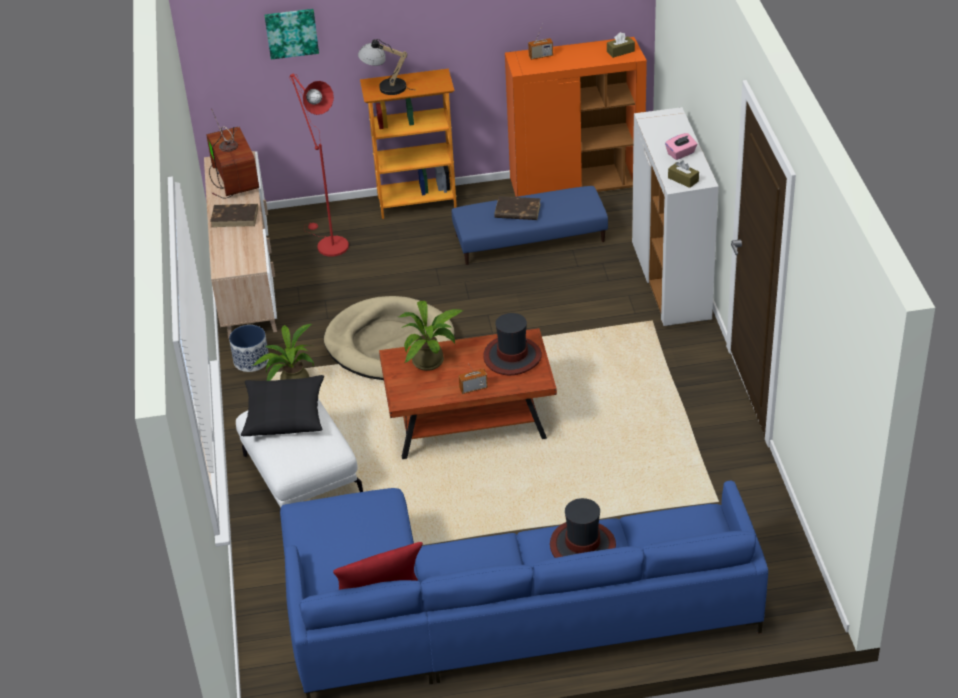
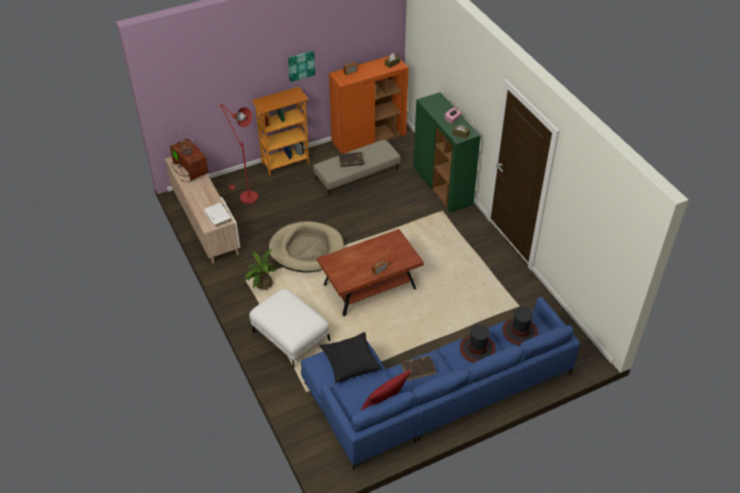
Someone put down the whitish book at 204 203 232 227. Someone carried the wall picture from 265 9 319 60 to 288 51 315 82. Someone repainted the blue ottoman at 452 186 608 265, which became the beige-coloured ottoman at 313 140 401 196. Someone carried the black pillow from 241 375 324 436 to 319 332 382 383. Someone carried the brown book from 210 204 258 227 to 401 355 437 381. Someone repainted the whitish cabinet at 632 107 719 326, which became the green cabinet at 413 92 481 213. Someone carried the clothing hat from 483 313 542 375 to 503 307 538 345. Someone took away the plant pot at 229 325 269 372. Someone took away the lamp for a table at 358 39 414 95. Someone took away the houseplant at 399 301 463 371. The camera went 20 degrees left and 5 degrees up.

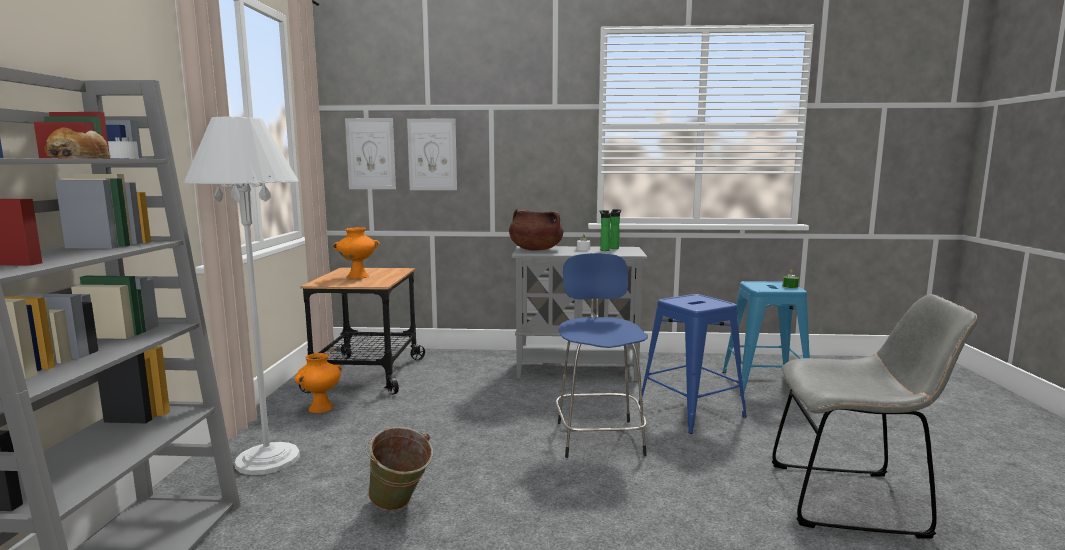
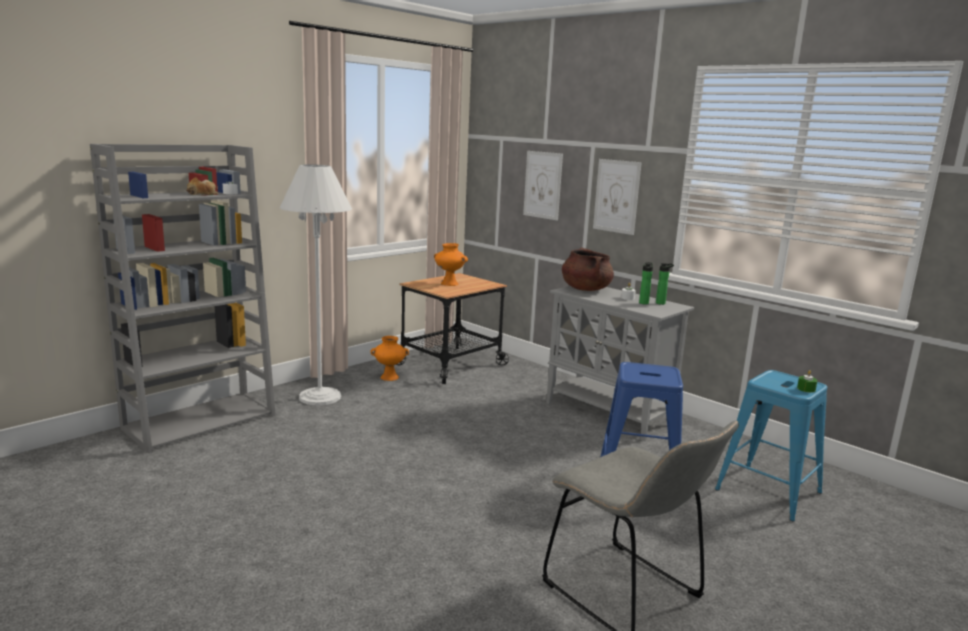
Someone carried the wall picture from 345 118 396 189 to 593 159 642 235. Someone took away the green water bucket at 365 427 433 511. Someone took away the blue stool seat at 555 253 648 458. The camera went 40 degrees right and 5 degrees up.

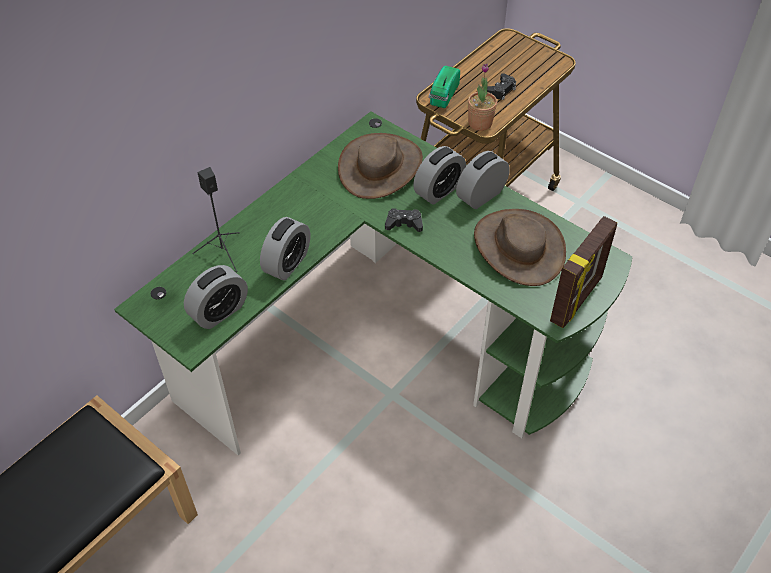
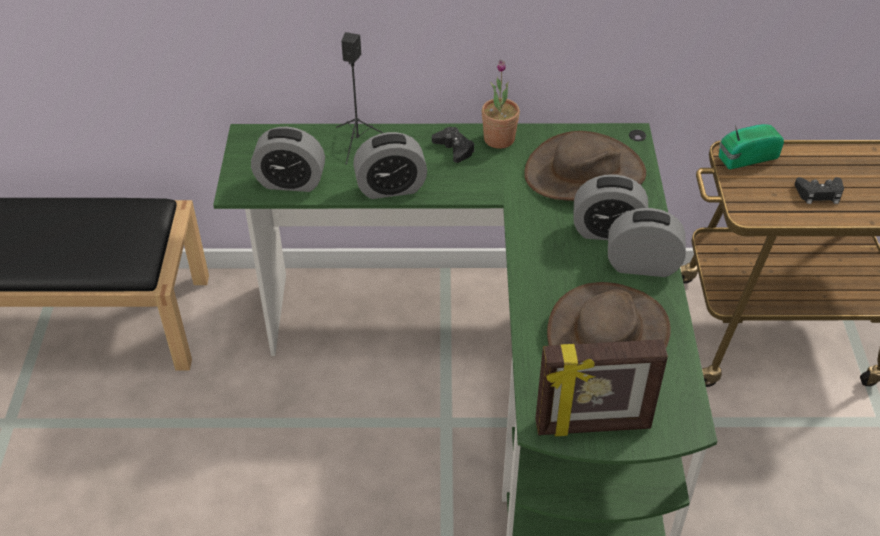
Someone carried the black joypad from 385 208 423 232 to 432 127 475 163. Someone carried the houseplant from 468 63 497 131 to 482 60 520 149. The camera went 50 degrees right and 5 degrees down.

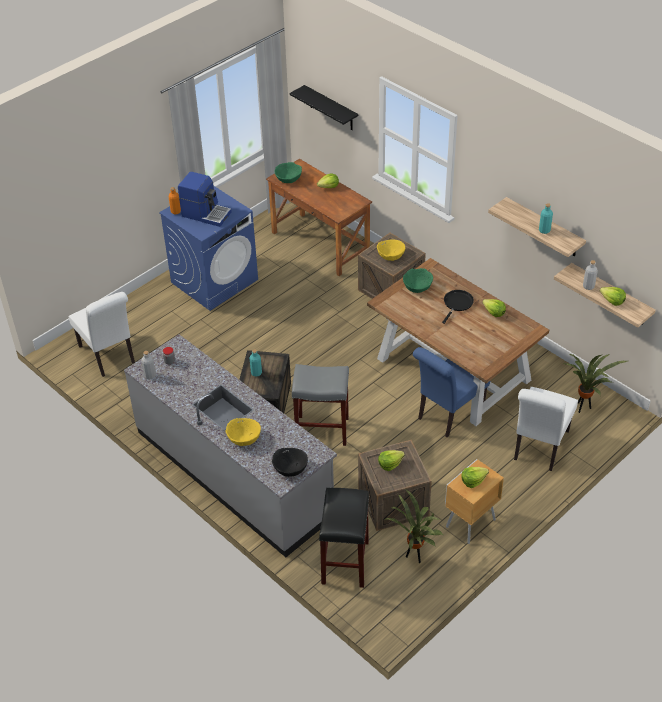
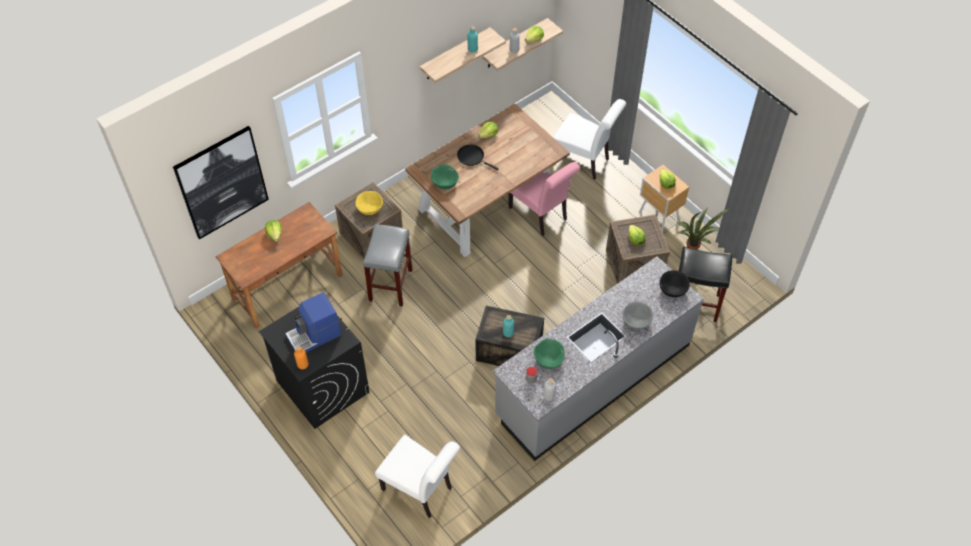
Someone swapped the black bracket shelf at 290 85 358 130 for the wall picture at 173 126 269 239. Someone repainted the blue washing machine at 159 186 258 311, which became the black washing machine at 259 307 370 429. Someone rotated the coffee machine at 178 172 232 227 by 150 degrees counterclockwise. Someone carried the grey stool seat from 292 364 349 446 to 363 224 412 306. Someone rotated the whitish upright chair at 68 292 135 377 by 60 degrees clockwise. Someone repainted the blue upright chair at 413 347 490 437, which became the pink-coloured upright chair at 508 162 580 236. Someone carried the green deep dish from 275 162 302 183 to 534 339 565 369. Someone repainted the yellow-coloured deep dish at 226 418 261 446, which became the grey deep dish at 622 302 653 330. Someone took away the houseplant at 562 354 627 413. The camera went 85 degrees left and 10 degrees up.

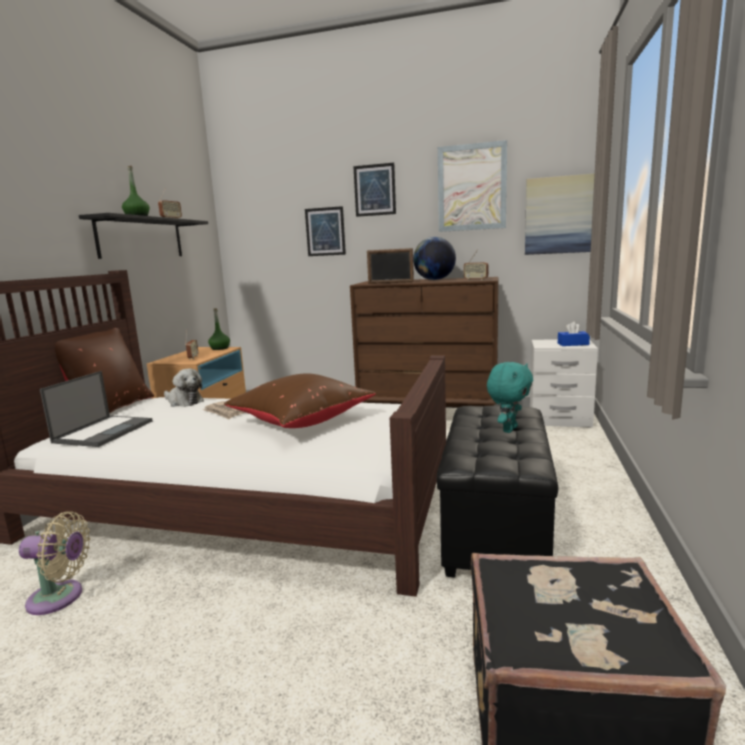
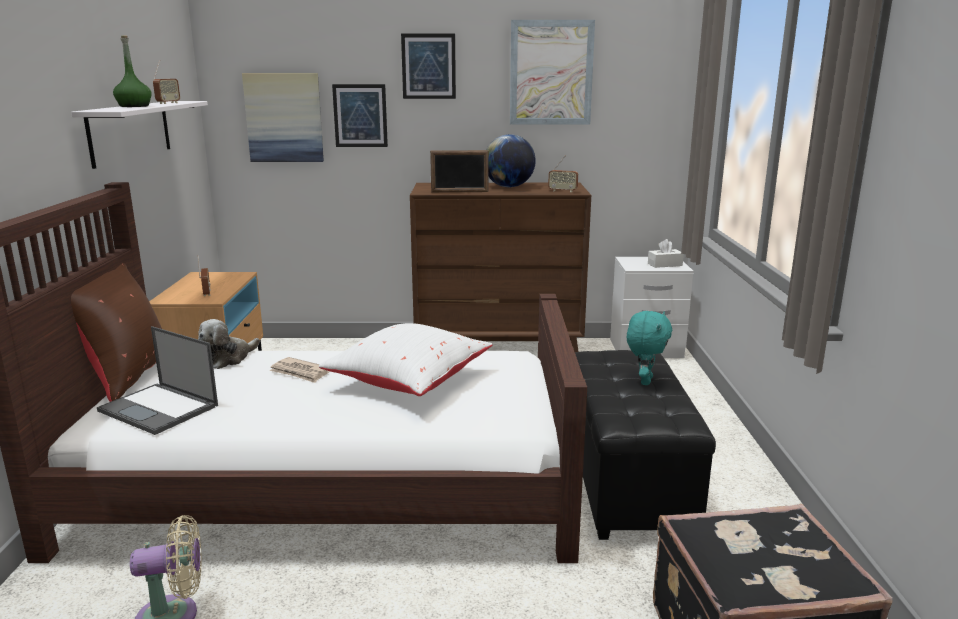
Someone repainted the black bracket shelf at 79 213 208 259, which became the whitish bracket shelf at 71 101 208 169. Someone rotated the laptop at 40 371 153 447 by 120 degrees clockwise. Someone rotated the soft toy at 164 368 204 407 by 105 degrees clockwise. Someone carried the wall picture from 525 174 595 255 to 242 73 324 162. Someone repainted the brown pillow at 224 373 376 428, which became the whitish pillow at 319 323 492 396. Someone repainted the blue tissue box at 558 322 590 346, which became the whitish tissue box at 648 239 684 268. Someone took away the green bottle at 208 308 230 350. The camera went 15 degrees left and 5 degrees up.

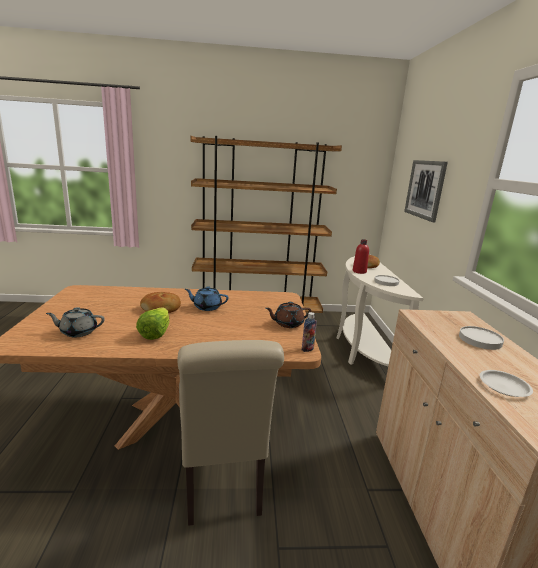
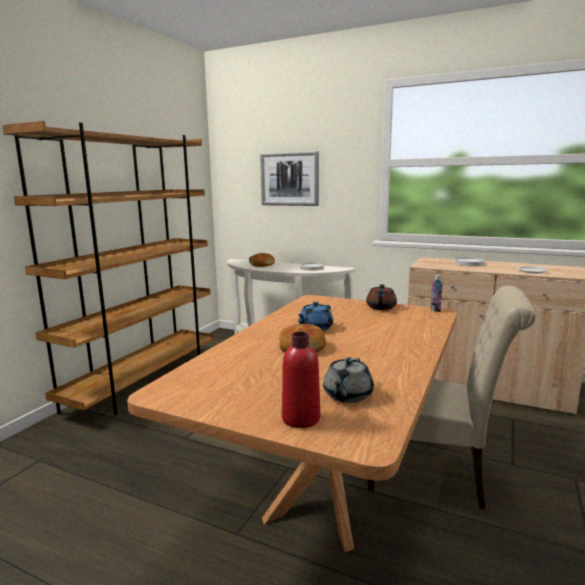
Someone carried the red bottle from 353 239 369 274 to 282 332 320 428. Someone took away the lettuce at 136 307 169 340. The camera went 60 degrees left and 5 degrees down.

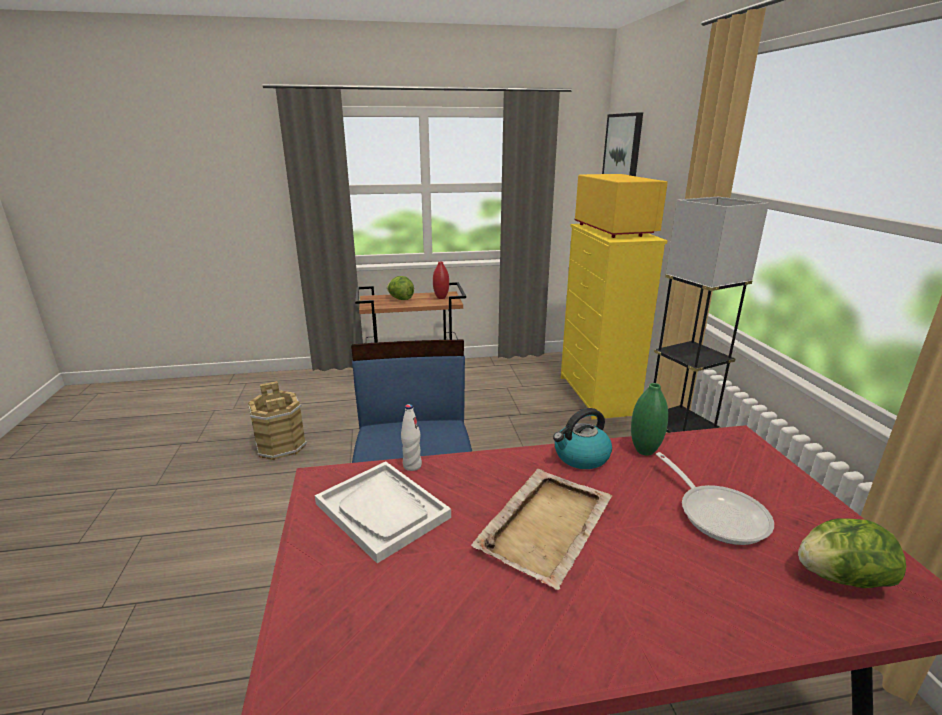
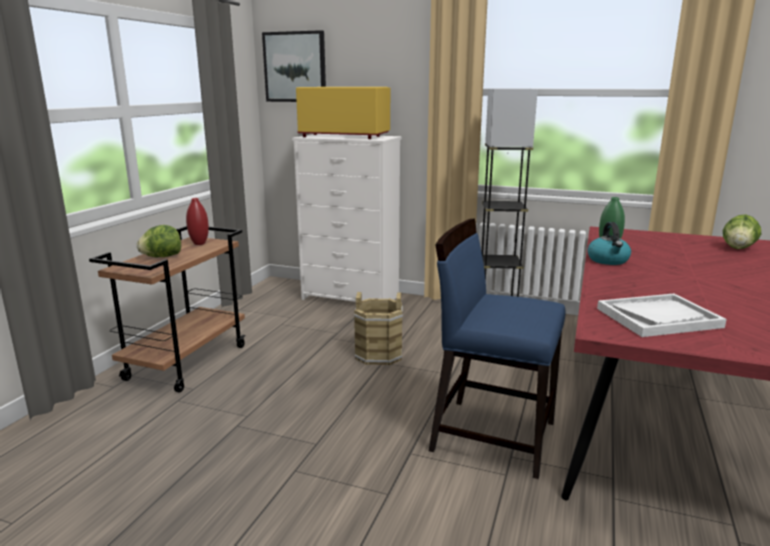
Someone repainted the yellow-coloured chest of drawers at 561 224 667 419, which became the whitish chest of drawers at 292 134 401 302. Someone carried the brown water bucket from 248 381 307 460 to 354 292 403 365. Someone took away the whitish bottle at 401 404 422 471. Someone took away the beige-coloured tray at 471 469 612 590. Someone took away the skillet at 656 452 774 545. The camera went 60 degrees left and 5 degrees down.

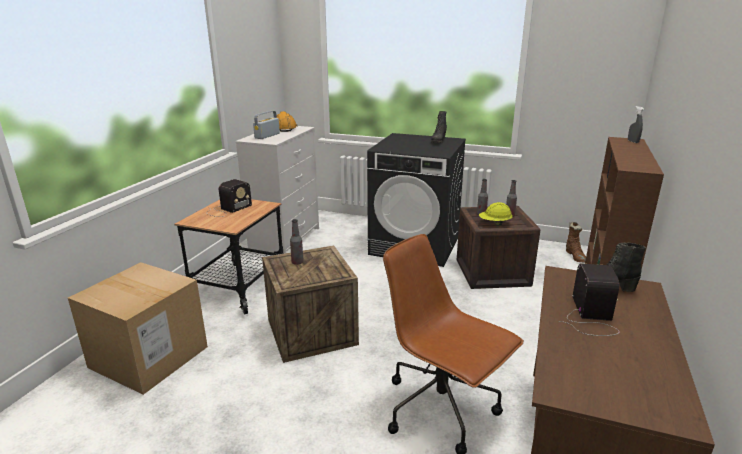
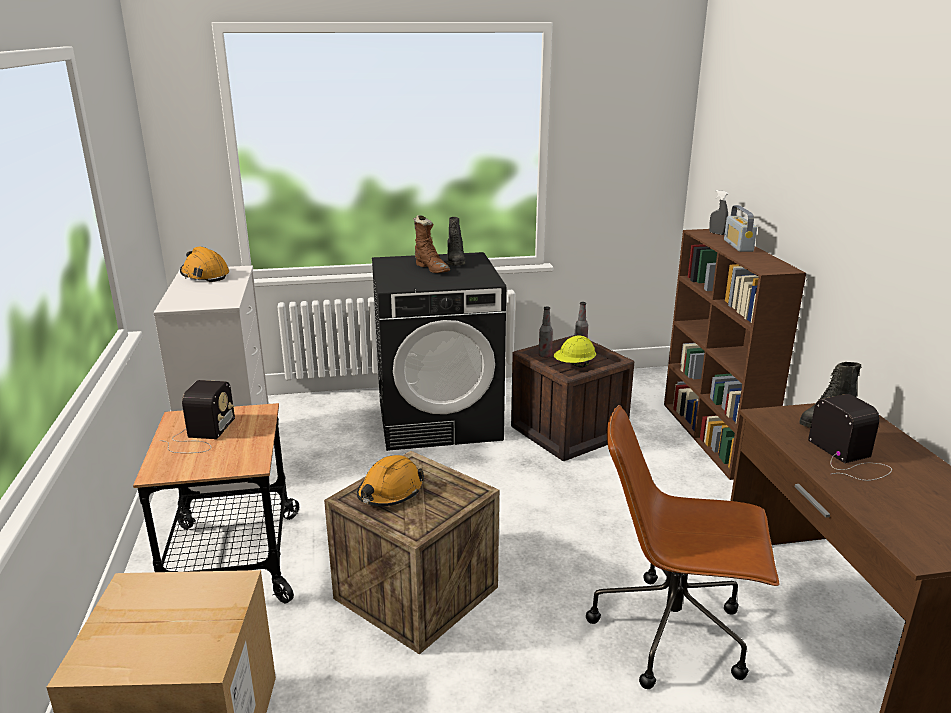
Someone swapped the bottle at 290 219 304 265 for the orange-coloured safety helmet at 357 455 424 506. Someone carried the brown tall boot from 566 222 586 262 to 413 215 450 273. Someone carried the radio set from 253 111 280 139 to 724 205 757 252. The camera went 30 degrees left and 0 degrees up.

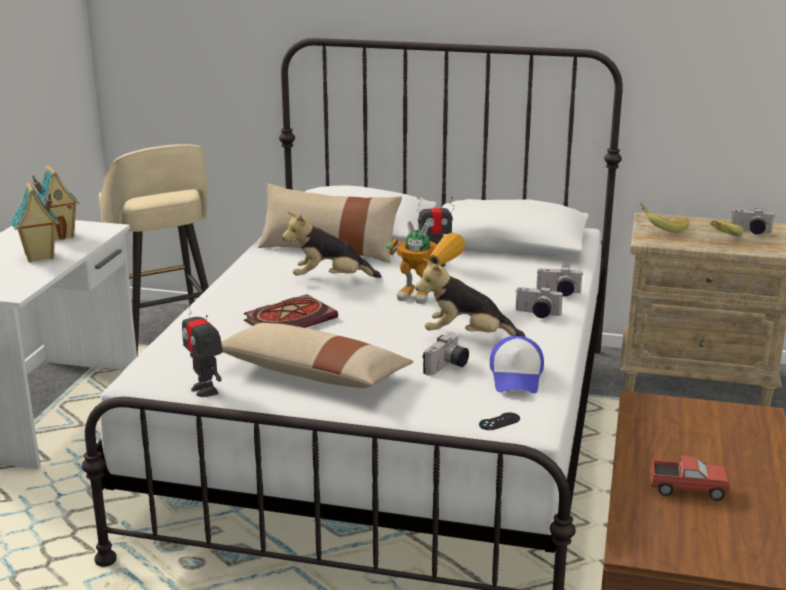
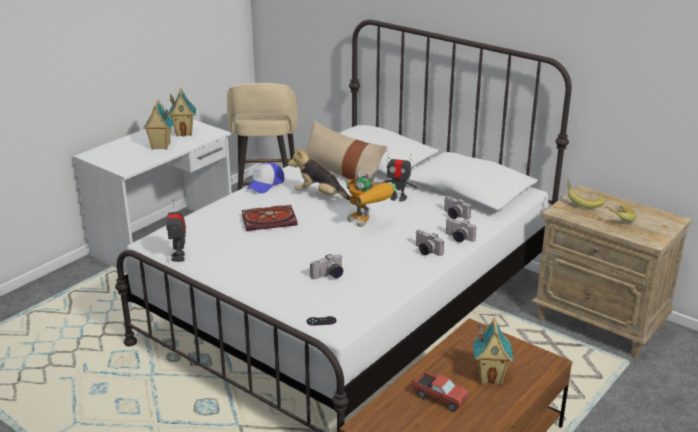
Someone carried the peaked cap from 490 336 544 394 to 246 162 284 193. Someone carried the photo camera from 731 208 774 234 to 444 196 471 220. Someone put down the miniature house at 473 317 513 385. Someone took away the beige-coloured pillow at 221 323 414 388. Someone took away the soft toy at 415 258 526 337. The camera went 25 degrees right and 5 degrees up.

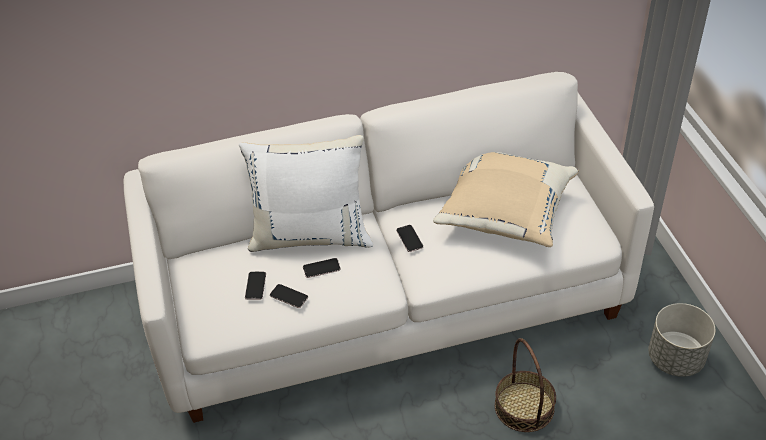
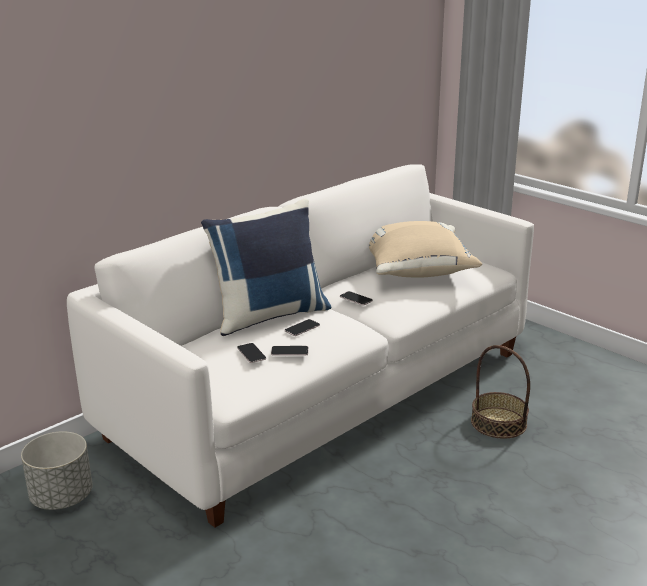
Someone carried the grey plant pot from 649 303 715 377 to 21 431 92 510. Someone repainted the whitish pillow at 239 135 373 252, which became the blue pillow at 201 198 332 336. The camera went 30 degrees left and 20 degrees down.

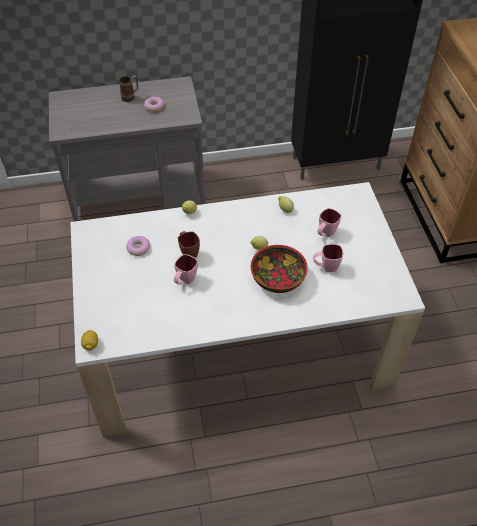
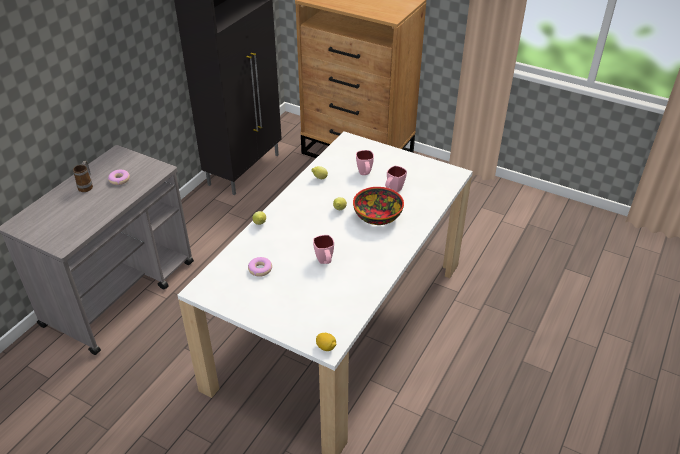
Someone took away the brown tea mug at 178 231 200 258. The camera went 50 degrees left and 10 degrees down.

